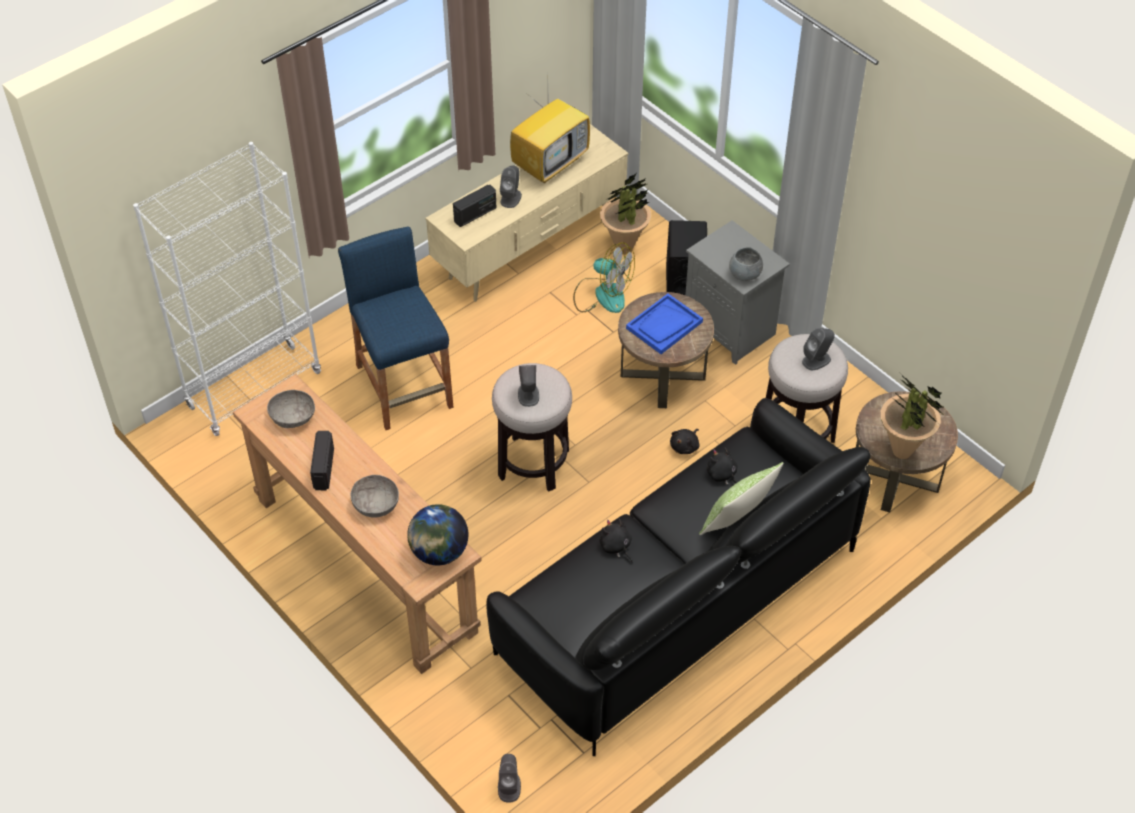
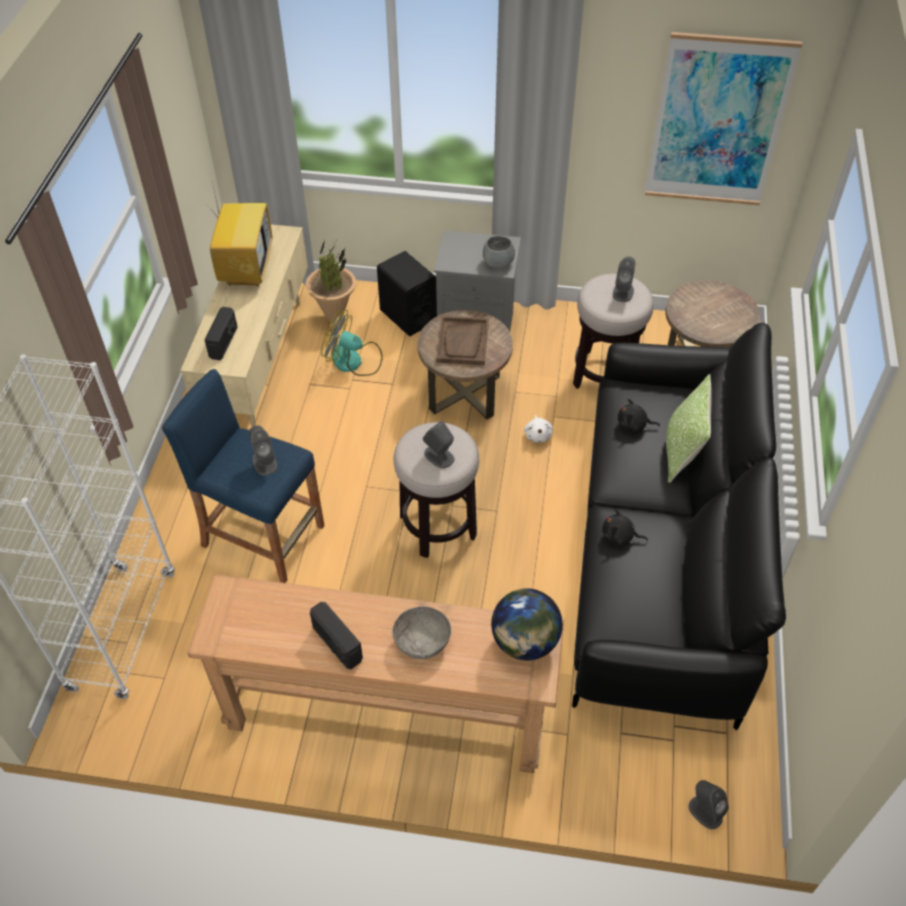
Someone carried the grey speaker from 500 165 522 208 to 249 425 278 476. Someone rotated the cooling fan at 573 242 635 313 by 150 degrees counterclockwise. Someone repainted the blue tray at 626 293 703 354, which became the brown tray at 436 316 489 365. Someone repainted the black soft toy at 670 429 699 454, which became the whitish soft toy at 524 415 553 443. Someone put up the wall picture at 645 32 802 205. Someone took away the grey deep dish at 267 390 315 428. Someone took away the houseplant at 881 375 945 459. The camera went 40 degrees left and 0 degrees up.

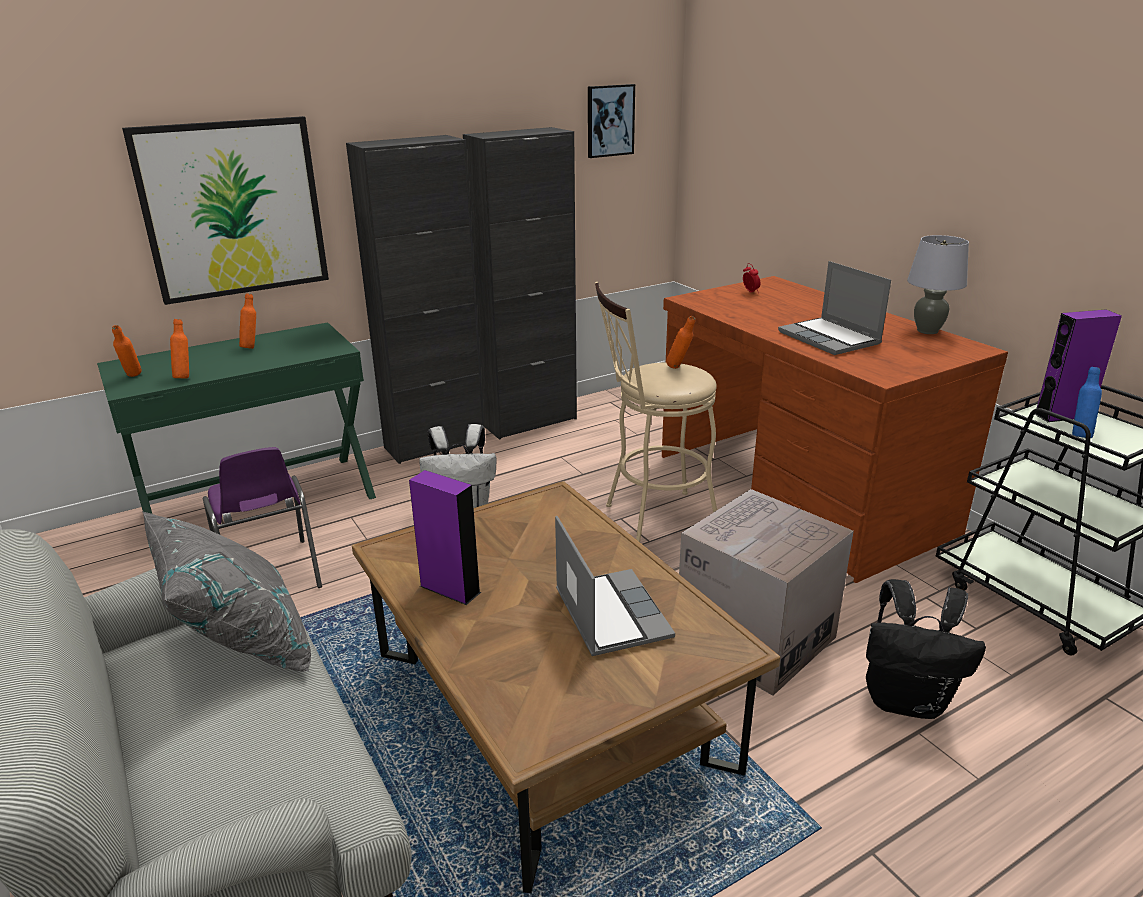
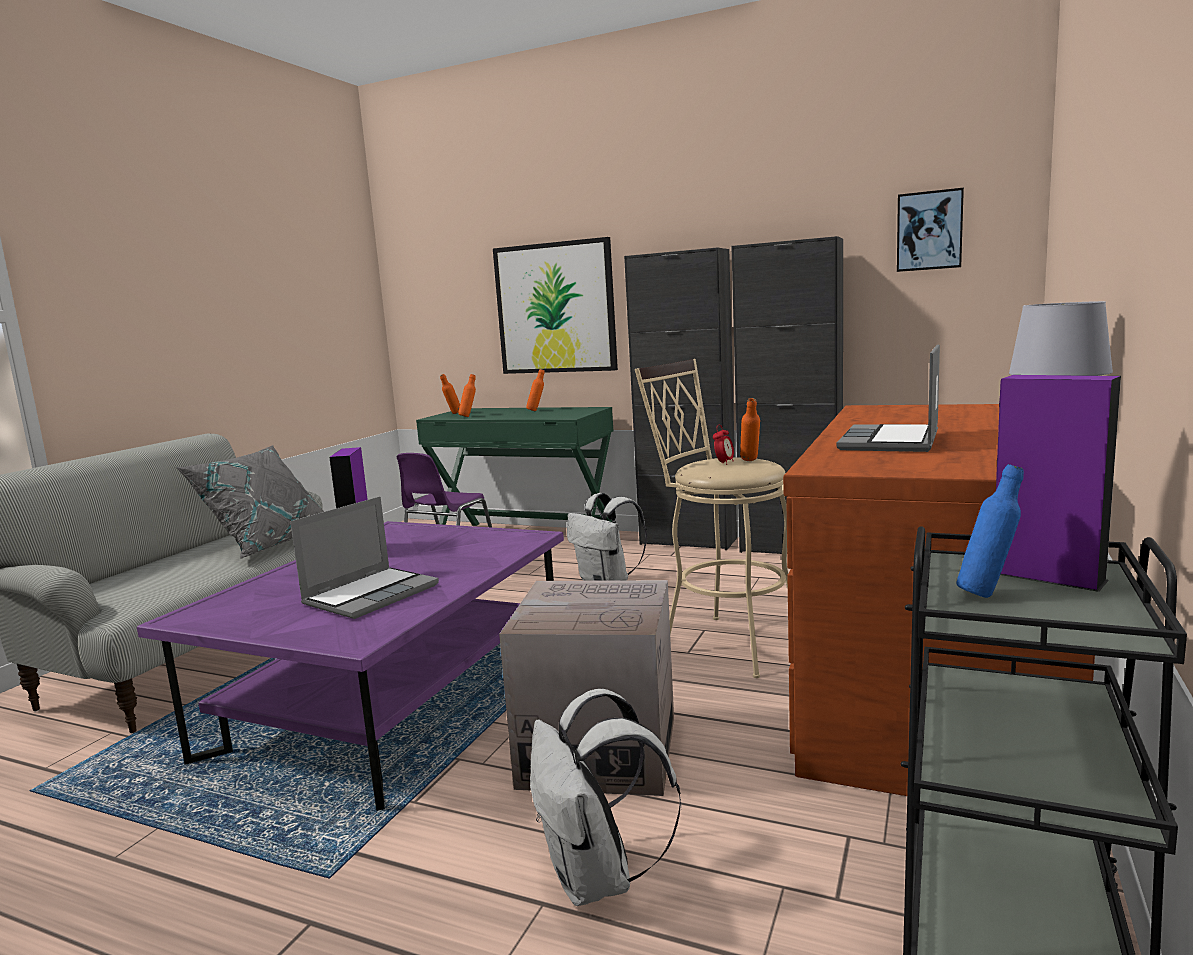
Someone repainted the brown low table at 352 481 780 893, which became the purplish low table at 137 521 564 811. Someone repainted the black rucksack at 866 579 986 719, which became the whitish rucksack at 530 689 681 906. Someone carried the alarm clock from 743 263 760 293 to 713 425 734 465. The camera went 55 degrees right and 15 degrees down.

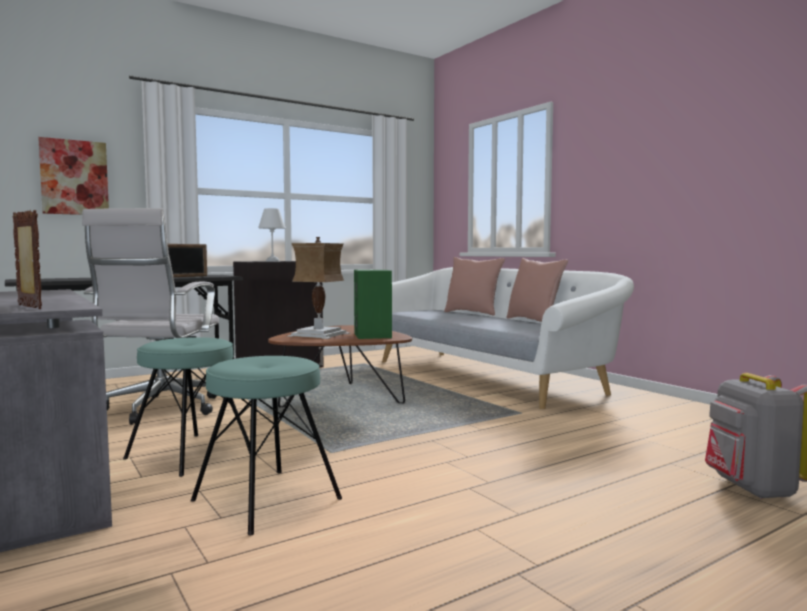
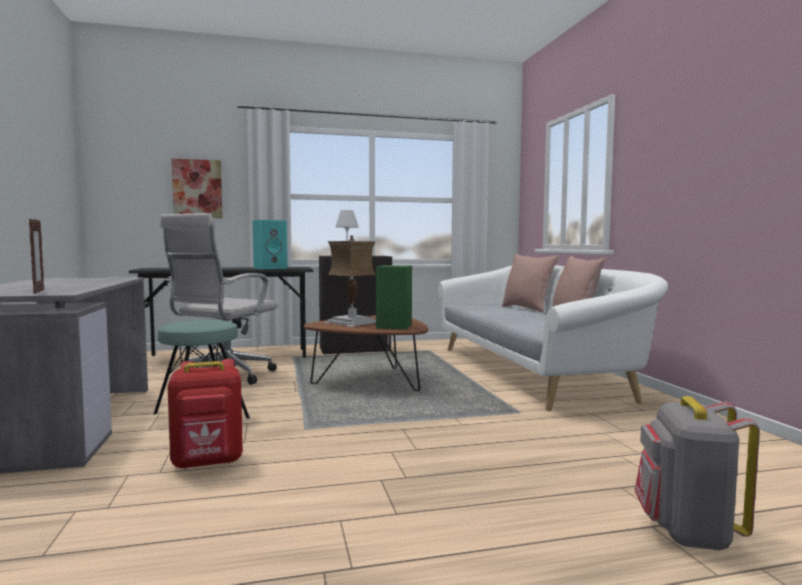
Someone swapped the turquoise stool seat at 190 356 342 536 for the red rucksack at 167 359 243 469. Someone swapped the picture frame at 168 244 207 277 for the turquoise speaker at 253 220 287 269. The camera went 20 degrees right and 0 degrees up.

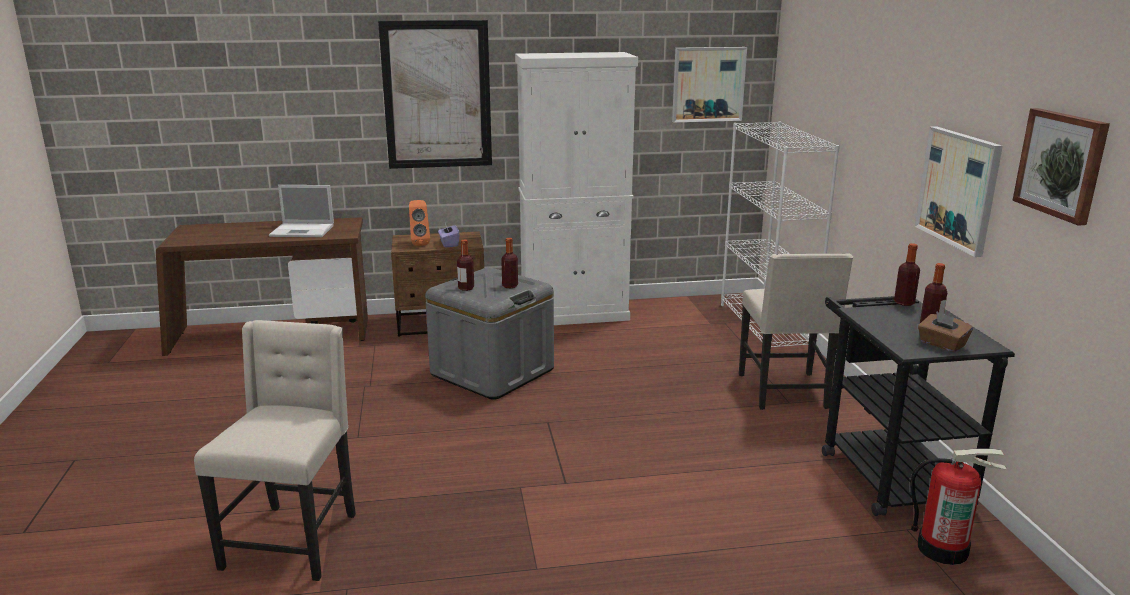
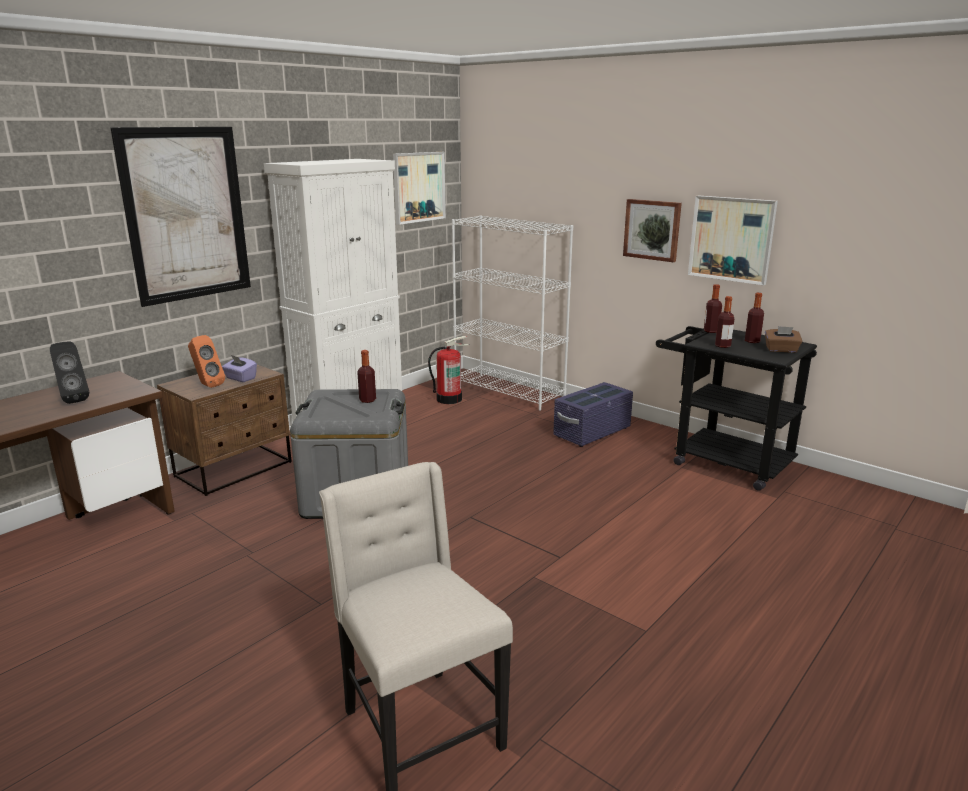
Someone swapped the laptop at 269 185 334 237 for the black speaker at 50 341 89 404. Someone carried the fire extinguisher from 911 448 1007 565 to 428 336 469 404. Someone swapped the beige-coloured upright chair at 739 253 853 410 for the purplish storage box at 553 382 633 447. Someone carried the wall picture from 1012 108 1110 226 to 623 199 682 262. Someone carried the bottle from 457 240 474 291 to 715 296 734 348. The camera went 40 degrees left and 0 degrees up.

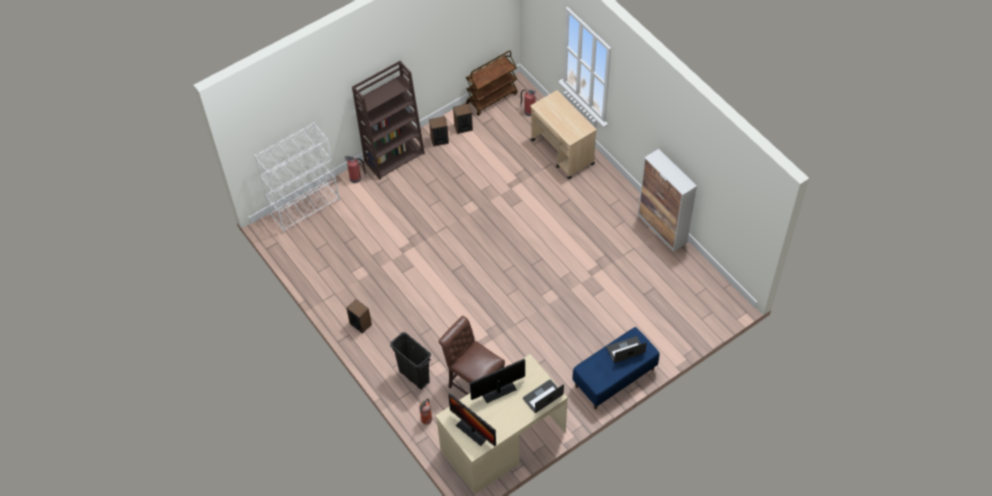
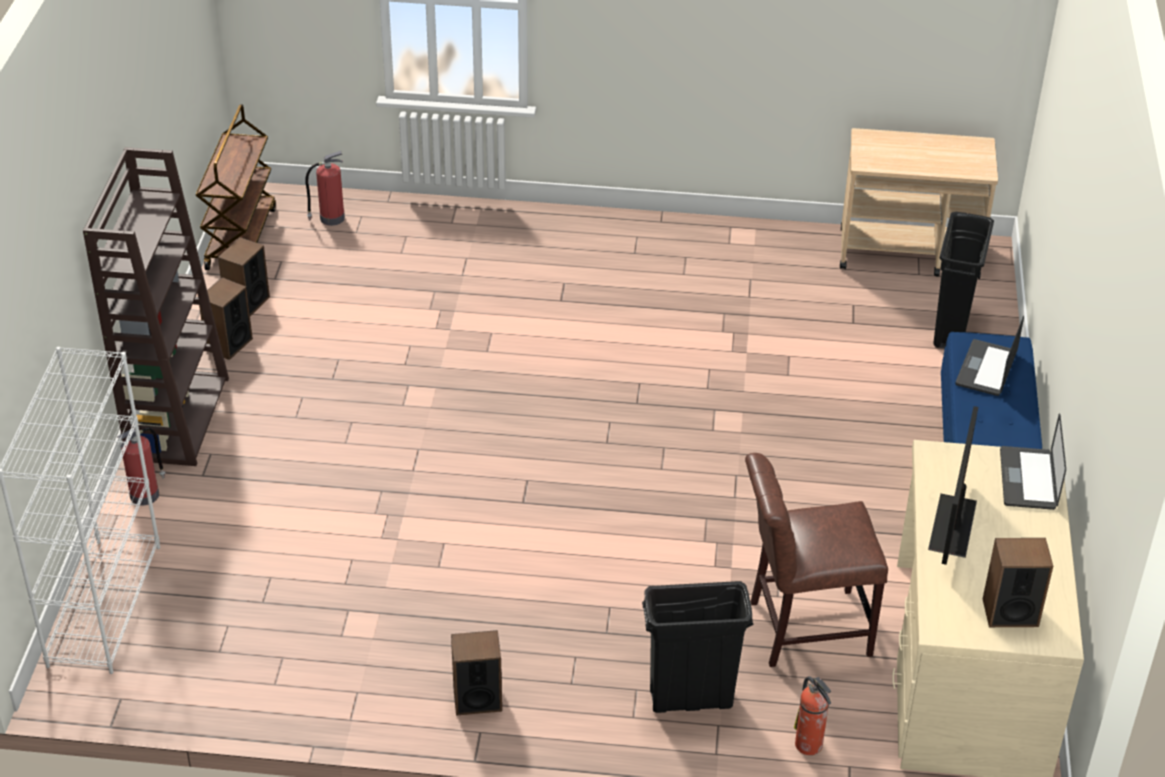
Someone carried the beige-coloured wheeled cart from 530 90 597 179 to 840 128 998 279. Someone put down the black trash can at 933 212 994 349. Someone swapped the monitor at 448 393 496 446 for the speaker at 983 538 1053 627. Someone took away the cabinet at 638 149 697 252. The camera went 50 degrees left and 15 degrees down.

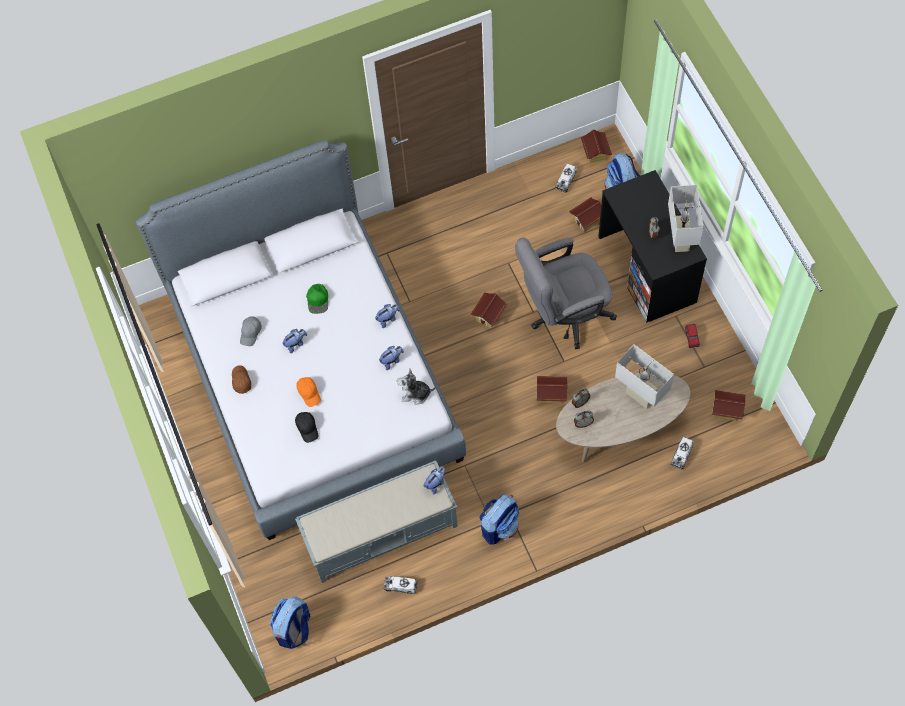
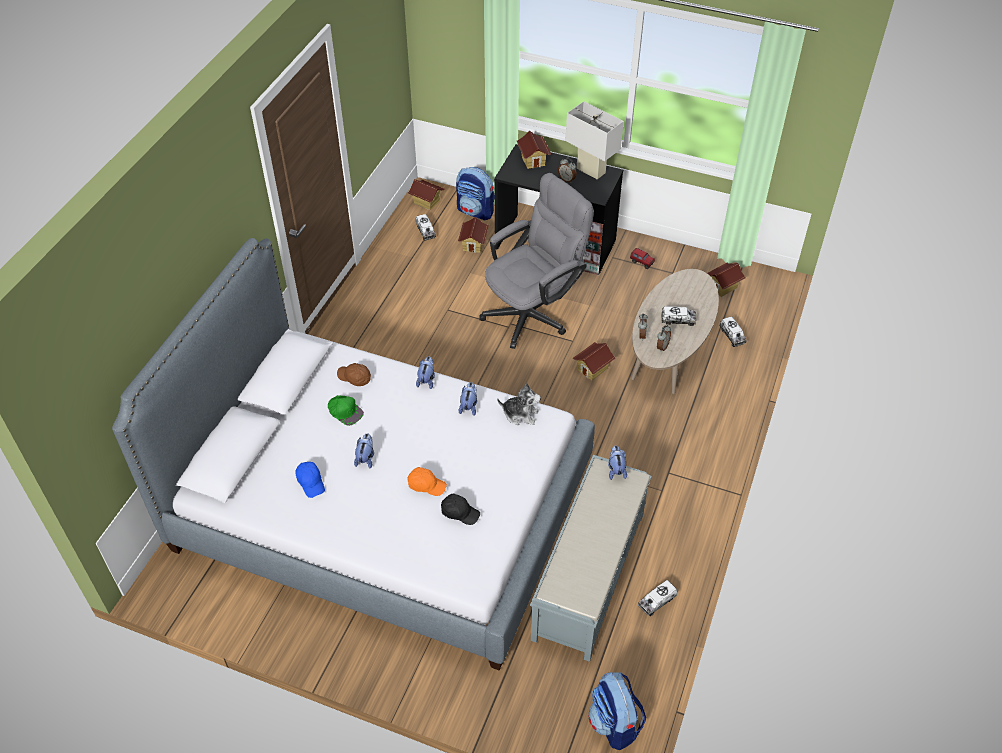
Someone repainted the grey peaked cap at 240 316 262 346, which became the blue peaked cap at 295 462 325 498. Someone carried the brown peaked cap from 232 365 251 394 to 337 363 371 386. Someone rotated the grey computer chair at 515 238 617 349 by 150 degrees counterclockwise. Someone rotated the soft toy at 397 369 436 405 by 120 degrees counterclockwise. Someone carried the miniature house from 470 292 507 328 to 517 131 551 169. Someone put down the toy lorry at 661 306 696 326. Someone took away the rucksack at 479 494 519 545. Someone took away the whitish lamp for a table at 615 344 674 409. The camera went 50 degrees left and 15 degrees down.

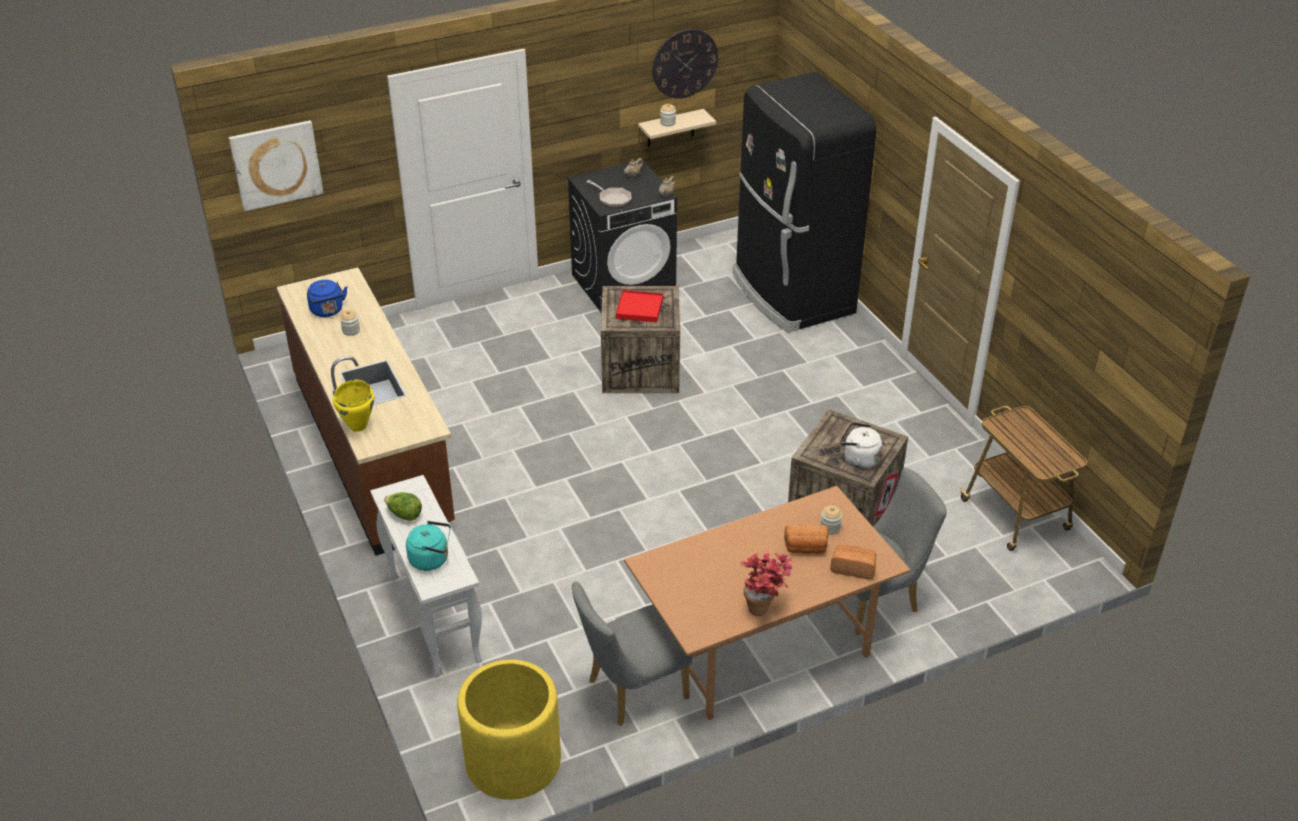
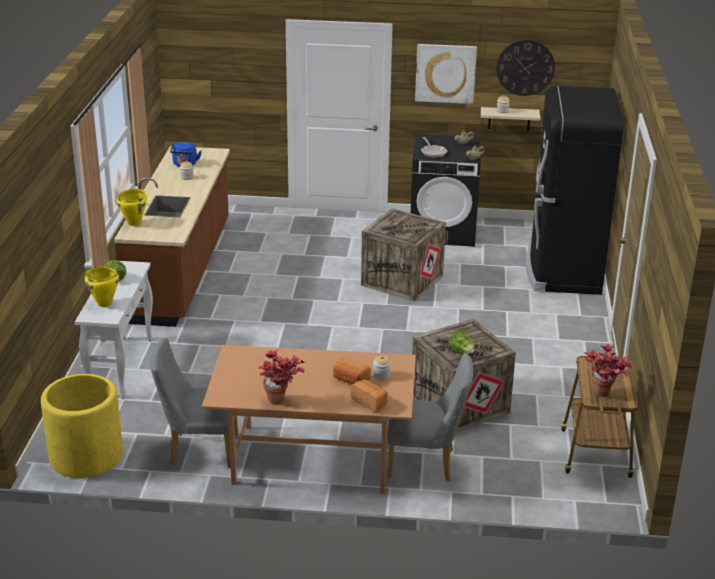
Someone swapped the turquoise tea kettle at 406 521 451 571 for the yellow-coloured saucepot at 85 266 119 307. Someone carried the wall picture from 229 121 323 211 to 415 44 477 104. Someone swapped the whitish tea kettle at 840 422 882 469 for the lettuce at 449 330 474 354. Someone put down the houseplant at 584 344 632 397. Someone took away the red tray at 616 290 663 322. The camera went 30 degrees right and 10 degrees down.

